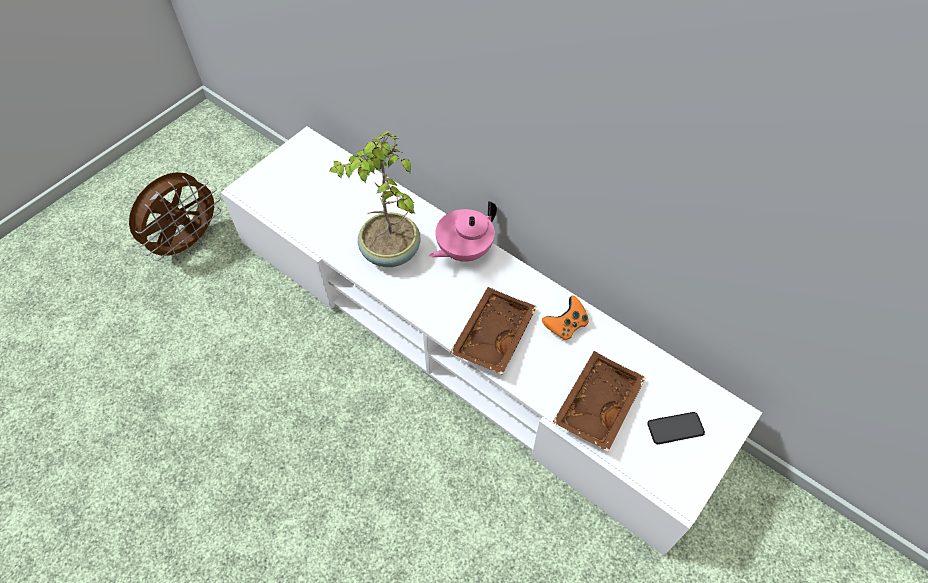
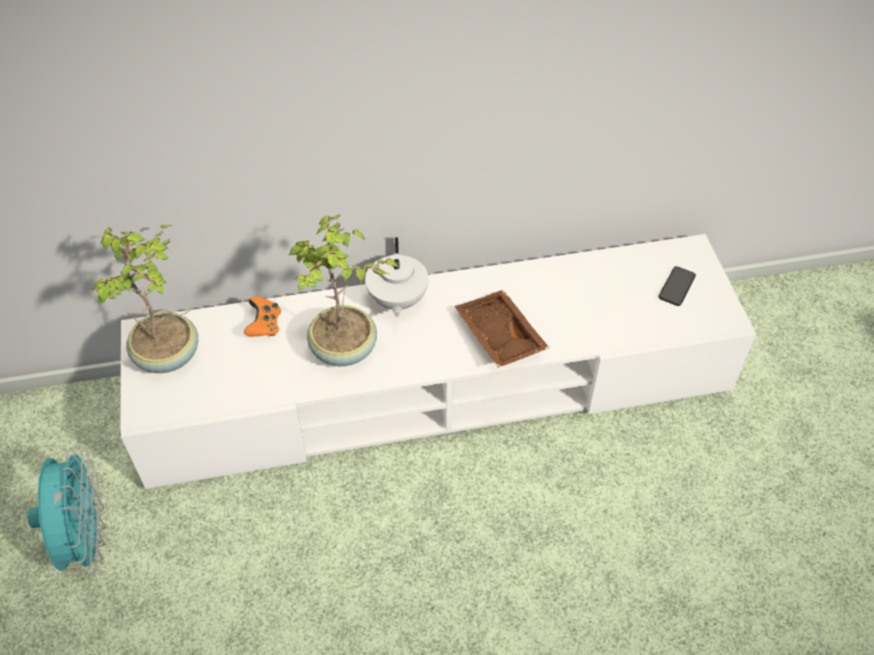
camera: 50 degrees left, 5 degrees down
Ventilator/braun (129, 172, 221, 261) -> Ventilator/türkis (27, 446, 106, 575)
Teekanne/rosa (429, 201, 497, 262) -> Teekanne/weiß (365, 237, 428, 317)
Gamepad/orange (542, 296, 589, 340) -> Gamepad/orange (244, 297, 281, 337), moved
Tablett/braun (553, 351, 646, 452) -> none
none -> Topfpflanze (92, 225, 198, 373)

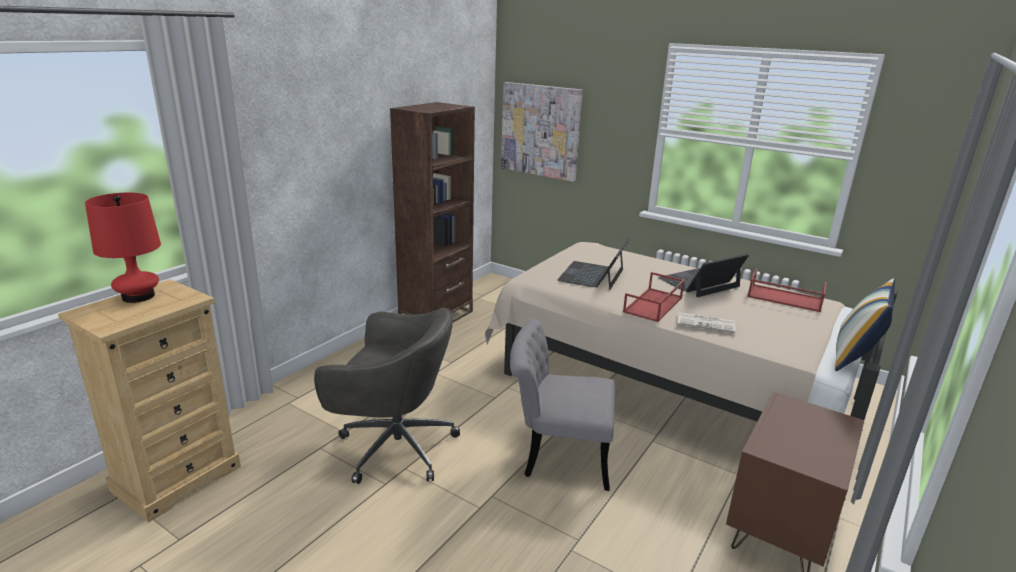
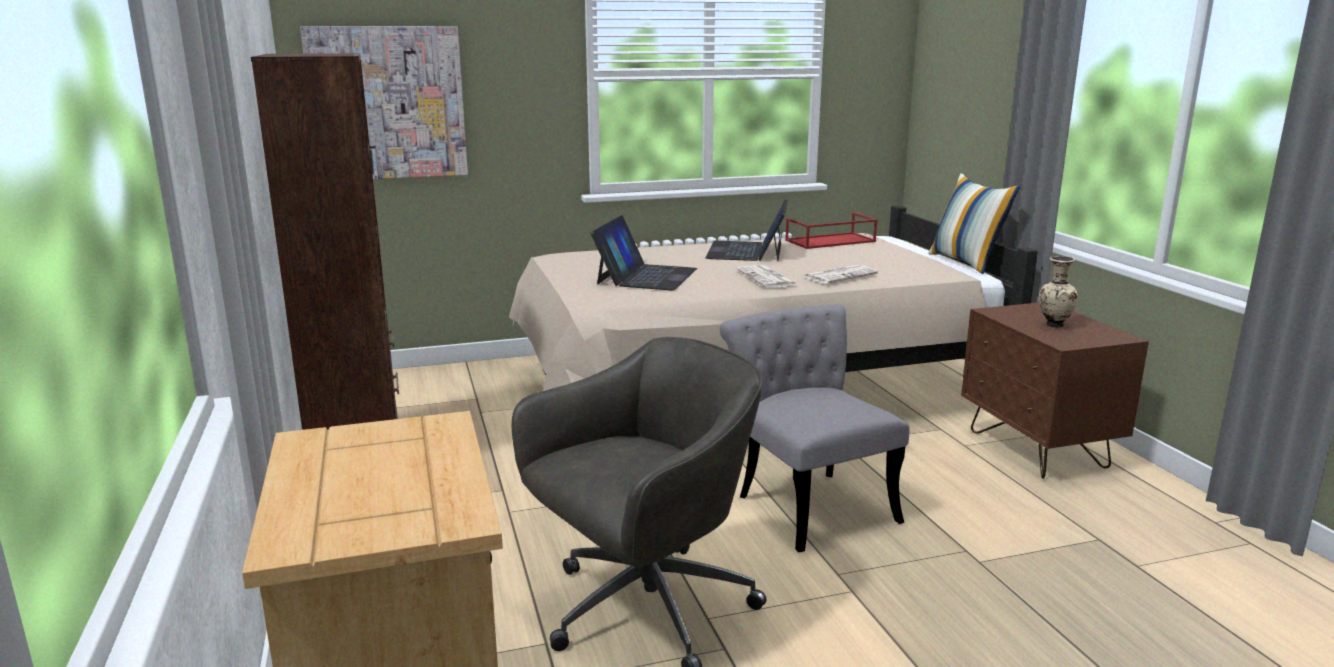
camera: 50 degrees left, 5 degrees down
Tischlampe/rot (85, 193, 161, 303) -> none
Laptop (557, 238, 630, 290) -> Laptop (591, 215, 697, 291), 135 degrees counterclockwise
Tablett/rot (623, 272, 685, 322) -> Zeitung (737, 265, 799, 288)
Stuhl/grau (510, 319, 615, 491) -> Stuhl/grau (720, 305, 910, 552), 105 degrees clockwise
none -> Vase/beige (1039, 256, 1078, 328)

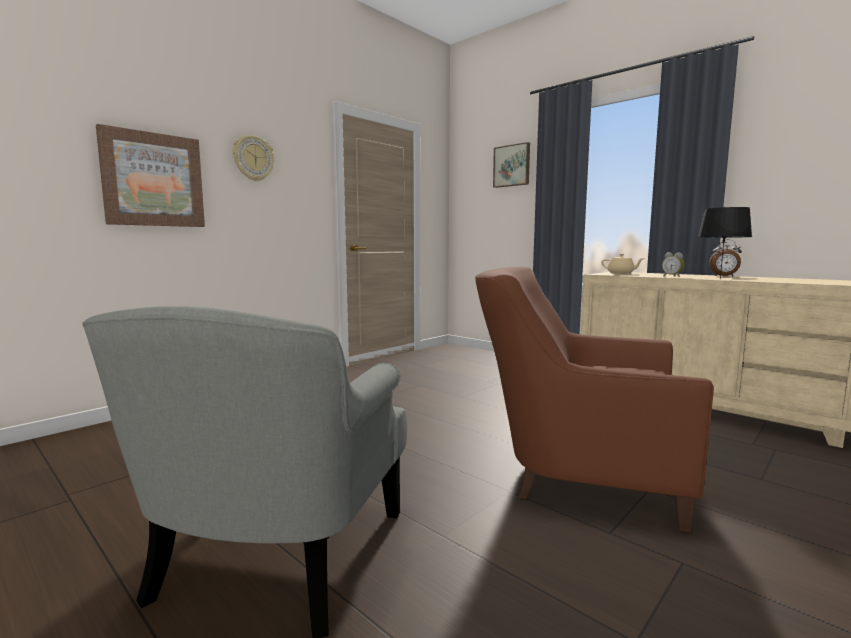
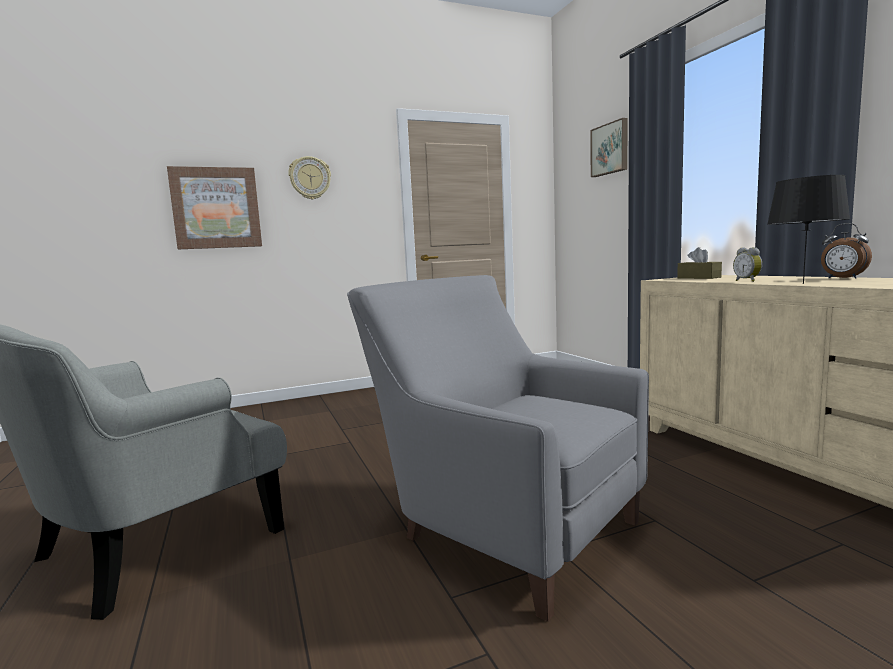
camera: 25 degrees right, 0 degrees up
Teekanne/beige (601, 254, 645, 274) -> Taschentuchbox/braun (677, 247, 722, 279)
Sessel/braun (475, 266, 714, 532) -> Sessel/grau (347, 275, 649, 622)

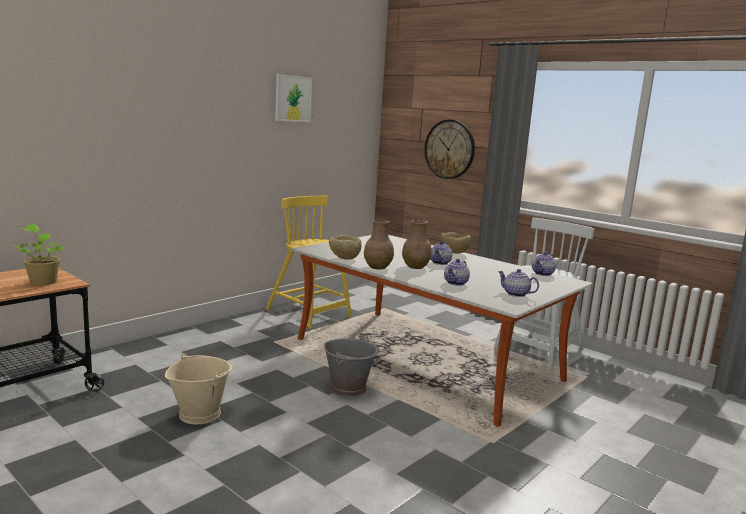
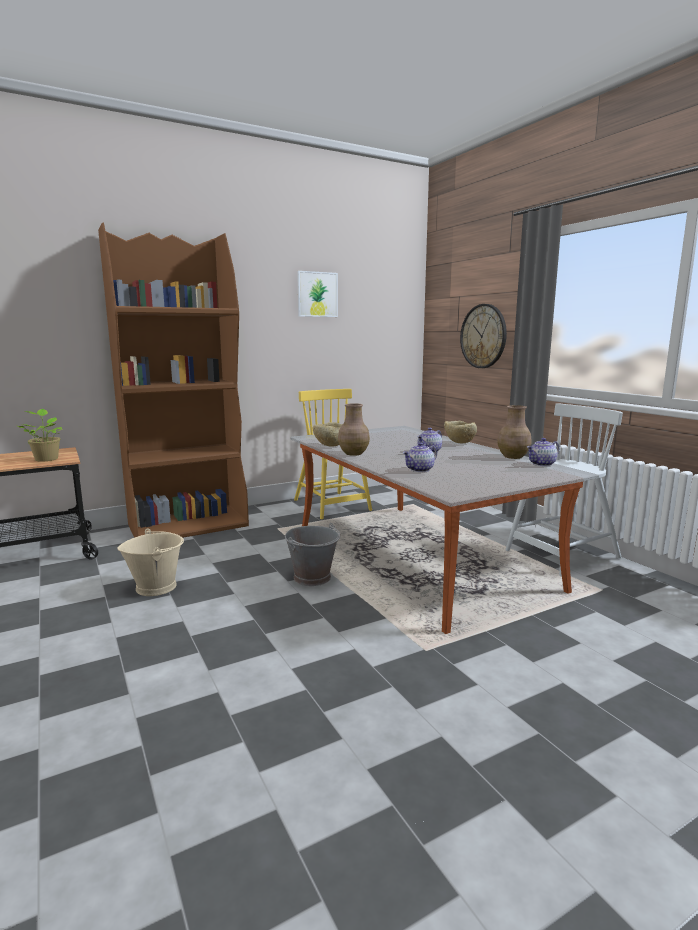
camera: 20 degrees right, 0 degrees up
Vase/braun (402, 220, 432, 269) -> Vase/braun (497, 405, 531, 459), moved
Teekanne (498, 269, 539, 297) -> none
none -> Bücherregal/braun (98, 222, 249, 538)

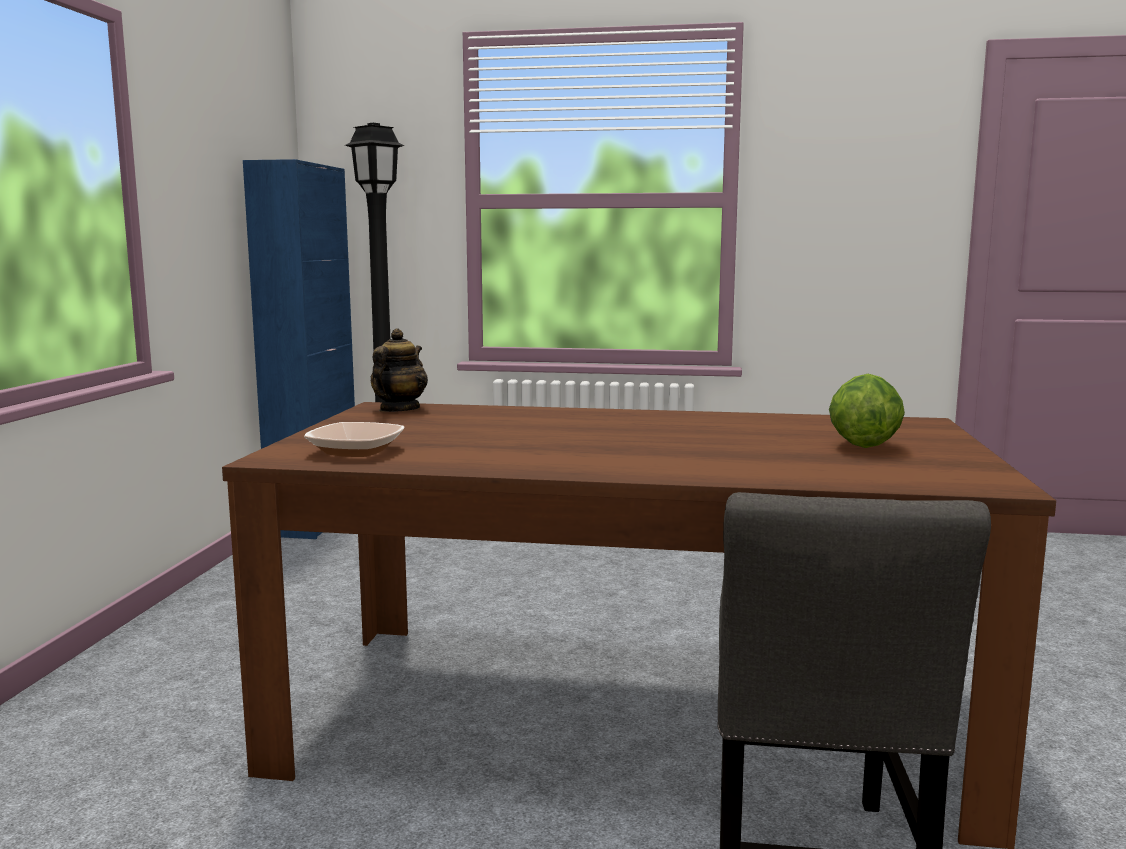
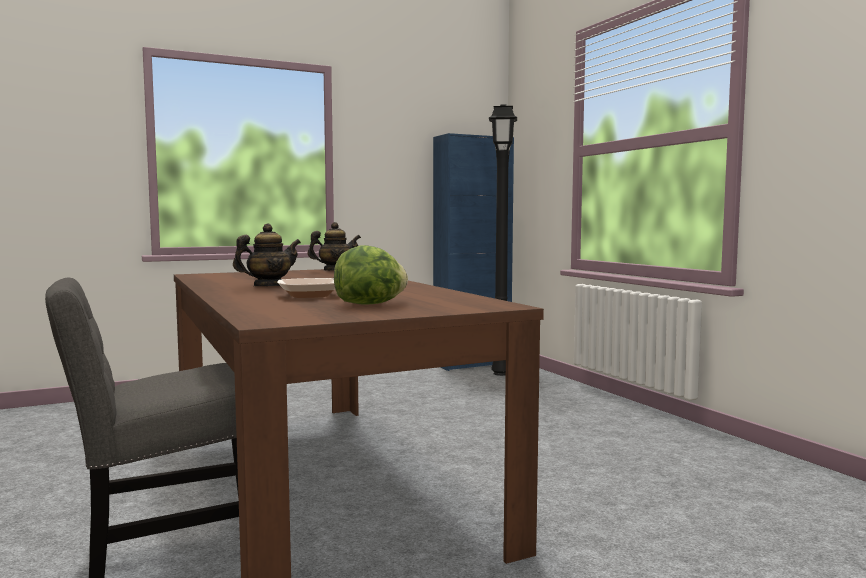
camera: 55 degrees right, 5 degrees down
Schüssel (304, 422, 404, 457) -> Schüssel (277, 278, 335, 298), moved
none -> Teekanne (233, 223, 301, 286)

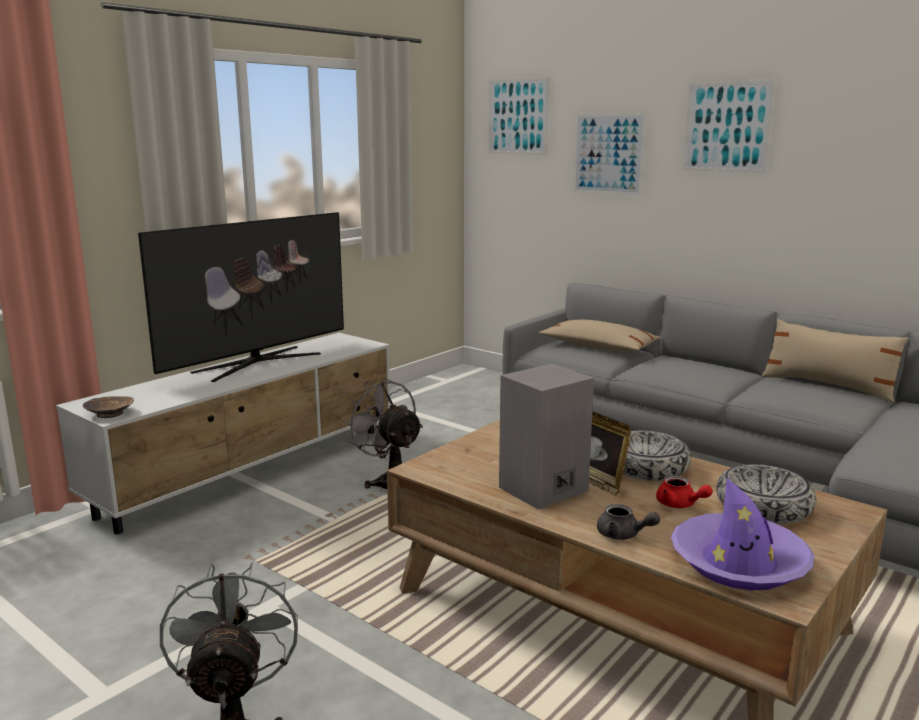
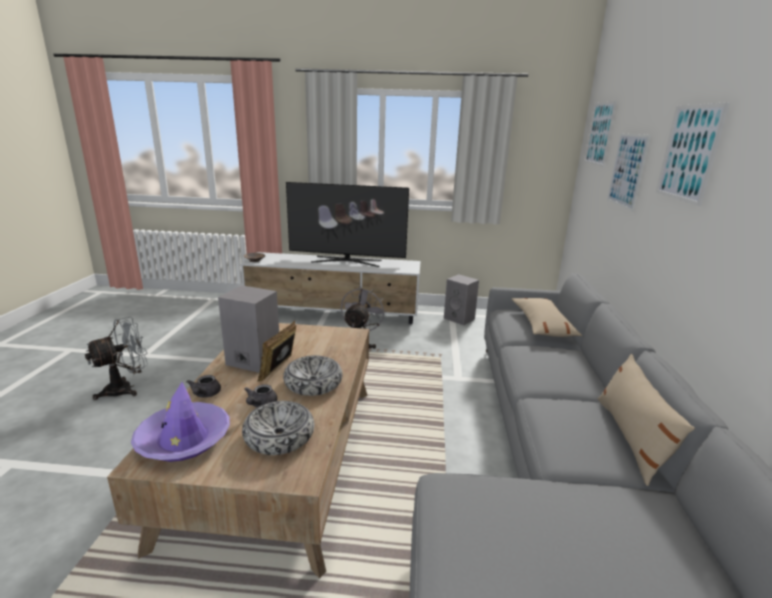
camera: 55 degrees right, 5 degrees up
Teekanne/rot (656, 476, 713, 508) -> Teekanne/grau (244, 384, 277, 407)
none -> Lautsprecher/grau (444, 274, 479, 325)

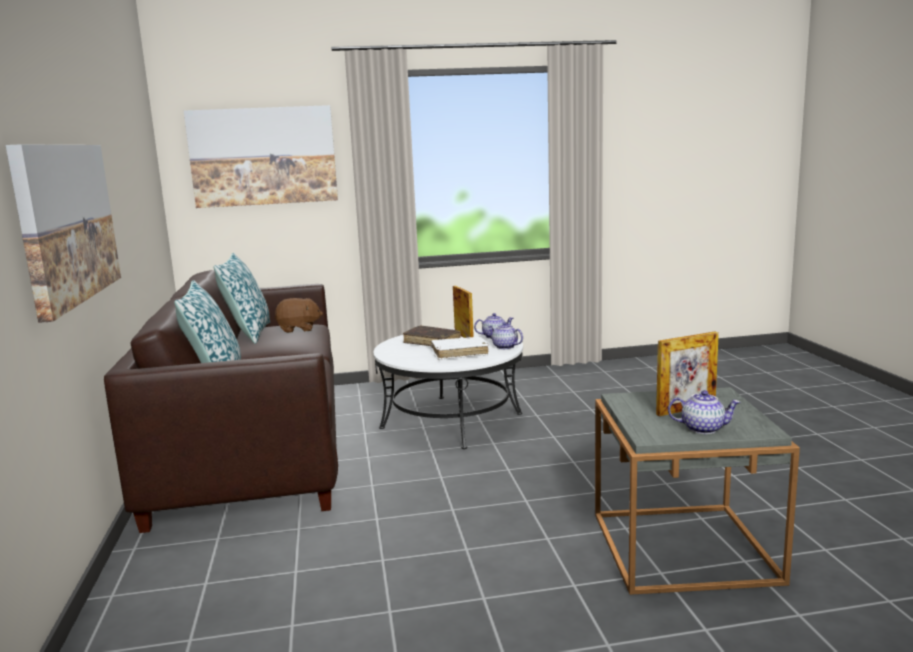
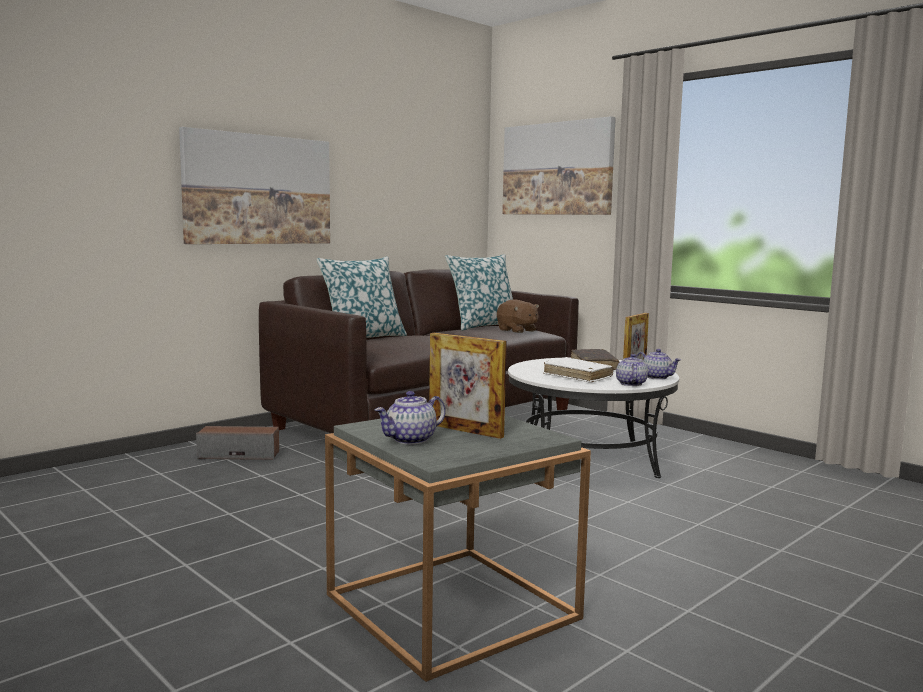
camera: 55 degrees right, 5 degrees down
Teekanne (668, 390, 741, 434) -> Teekanne (375, 391, 446, 445), 75 degrees clockwise
none -> Lautsprecher (196, 426, 279, 460)

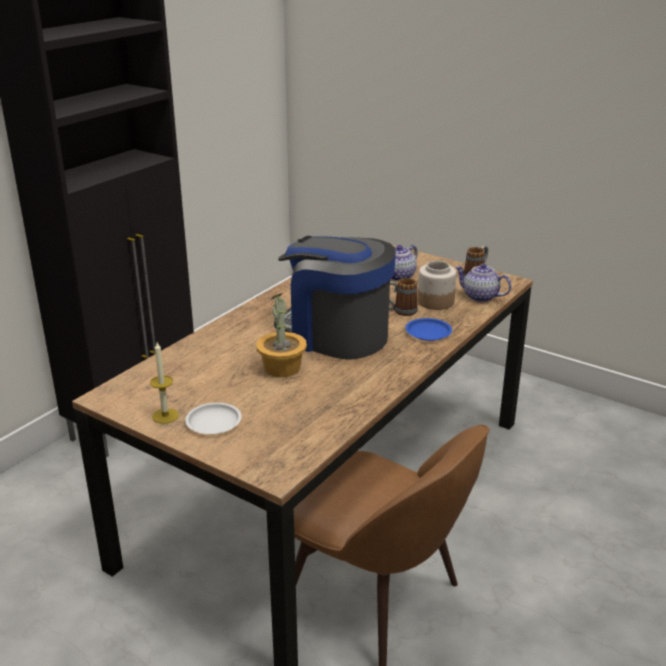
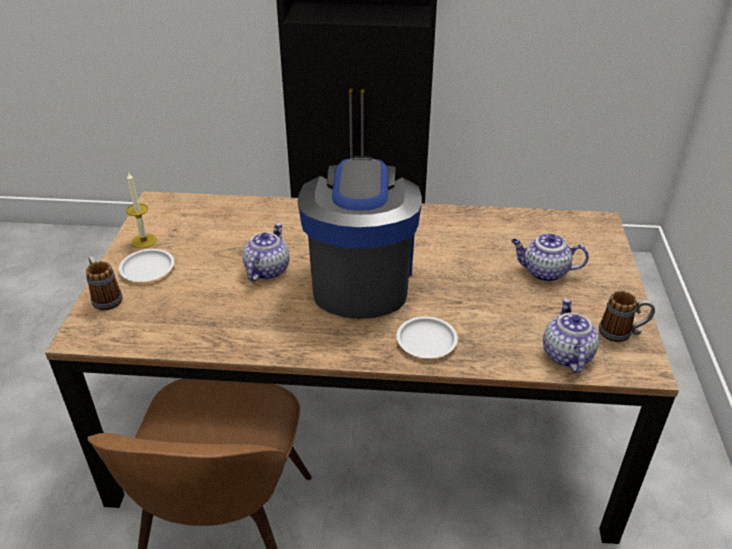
camera: 60 degrees right, 10 degrees up
Vorratsglas (418, 261, 457, 310) -> none
Henkelbecher (389, 278, 418, 316) -> Henkelbecher (86, 256, 123, 310), moved
Topfpflanze (256, 293, 307, 377) -> Teekanne (243, 223, 290, 281)
Teller/blau (406, 318, 452, 341) -> Teller/weiß (396, 316, 458, 358)

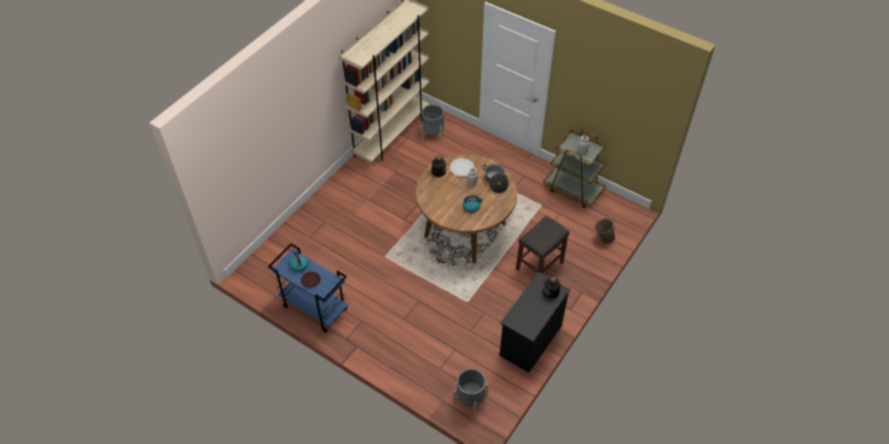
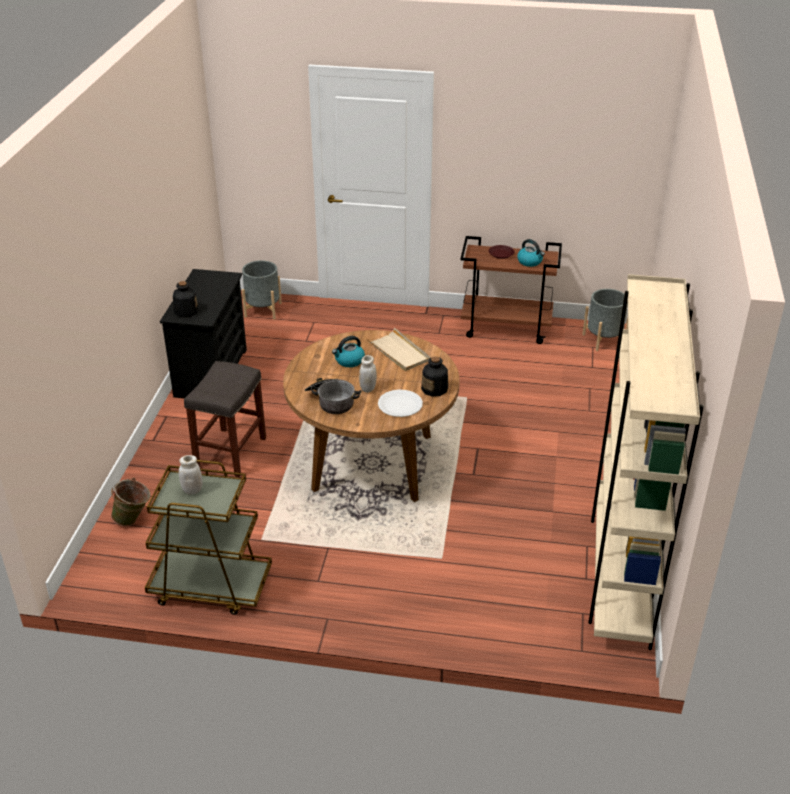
camera: 155 degrees right, 15 degrees down
Pflanzkübel/grau (421, 104, 444, 142) -> Pflanzkübel/grau (582, 289, 628, 351), moved
Rollwagen/blau (268, 243, 349, 333) -> Rollwagen/braun (460, 236, 562, 344)
none -> Tablett/beige (367, 328, 431, 371)

